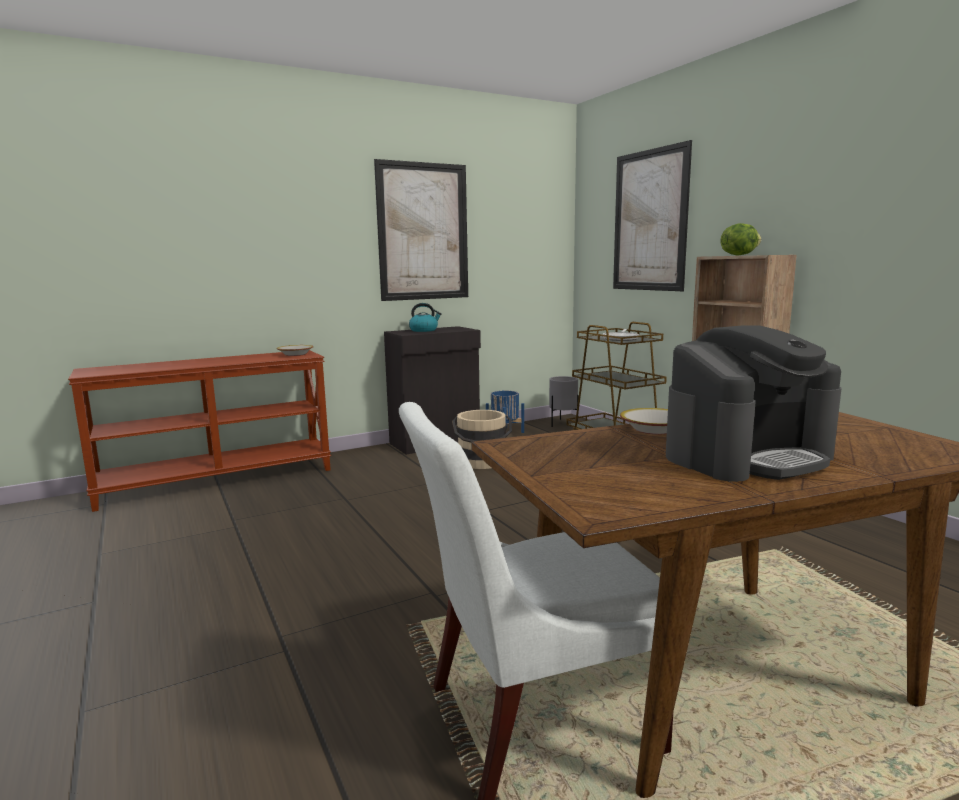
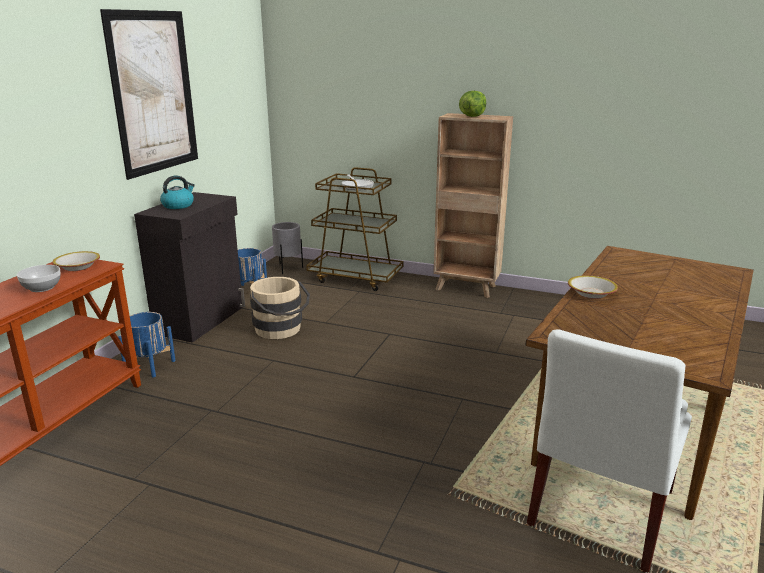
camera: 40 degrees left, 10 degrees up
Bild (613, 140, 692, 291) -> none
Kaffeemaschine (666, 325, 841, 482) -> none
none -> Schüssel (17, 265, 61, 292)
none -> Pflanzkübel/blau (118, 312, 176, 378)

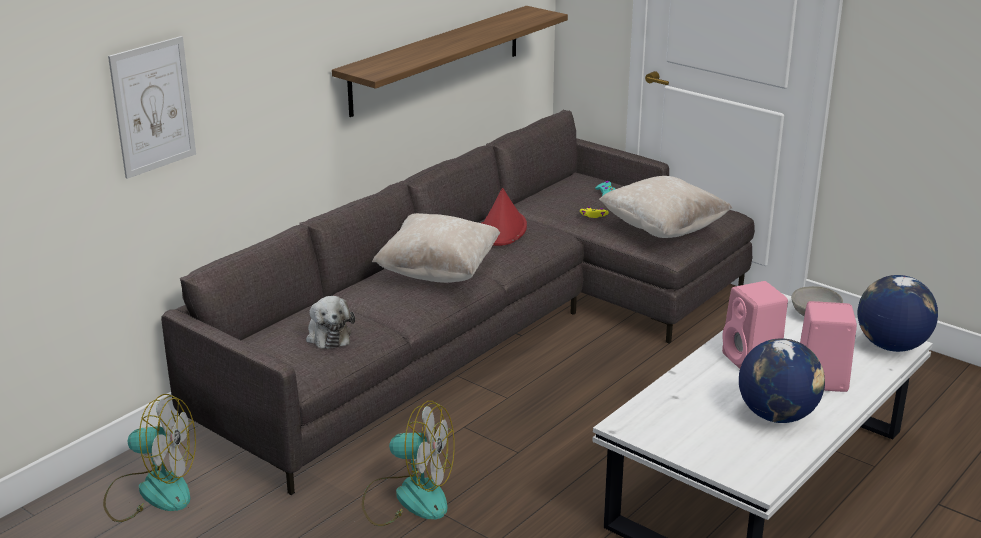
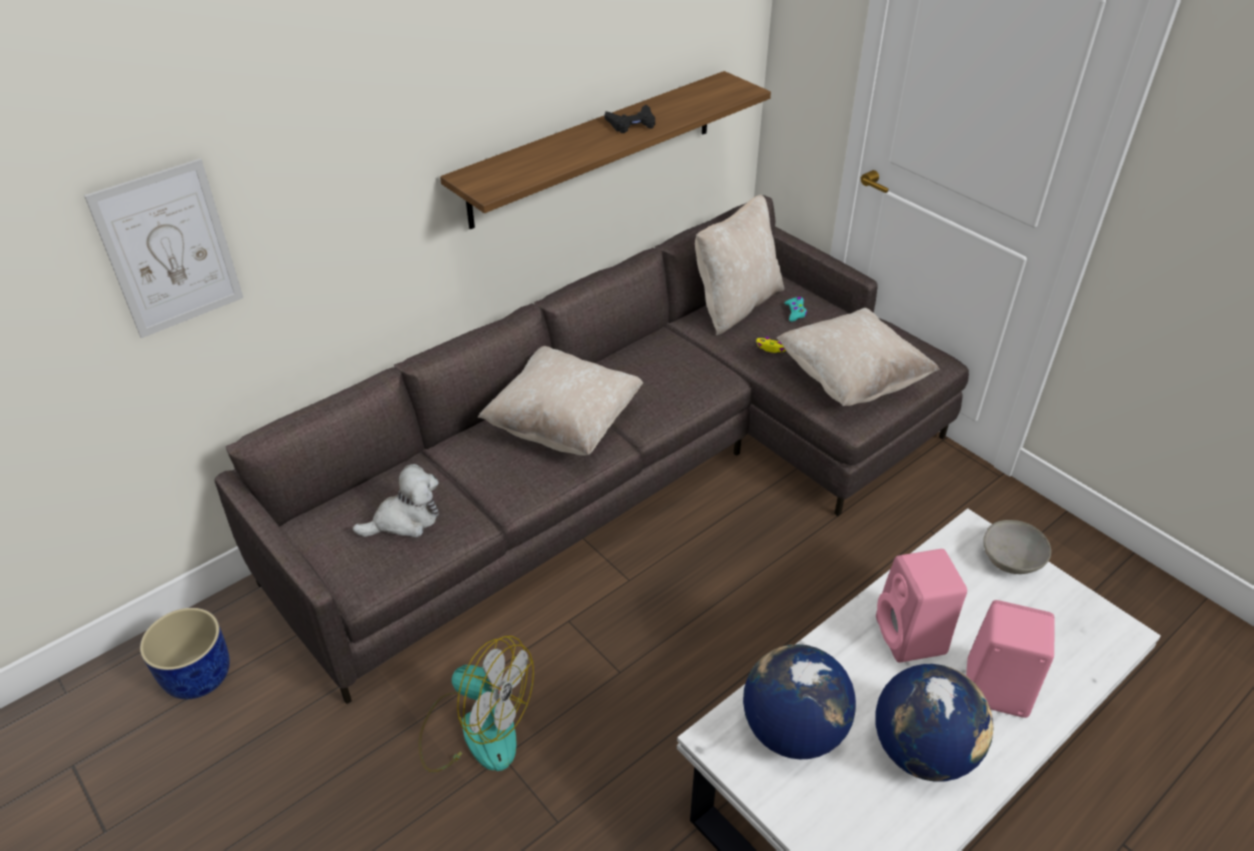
camera: 10 degrees right, 15 degrees up
Hut/rot (482, 188, 527, 246) -> none
Globus (858, 275, 938, 352) -> Globus (743, 644, 856, 759), moved
Plüschtier (306, 296, 355, 349) -> Plüschtier (353, 464, 439, 537), 105 degrees counterclockwise
Ventilator (103, 394, 196, 522) -> Pflanzkübel/blau (140, 608, 230, 699)
none -> Gamepad/schwarz (605, 105, 655, 133)
none -> Kissen/beige (695, 194, 784, 335)

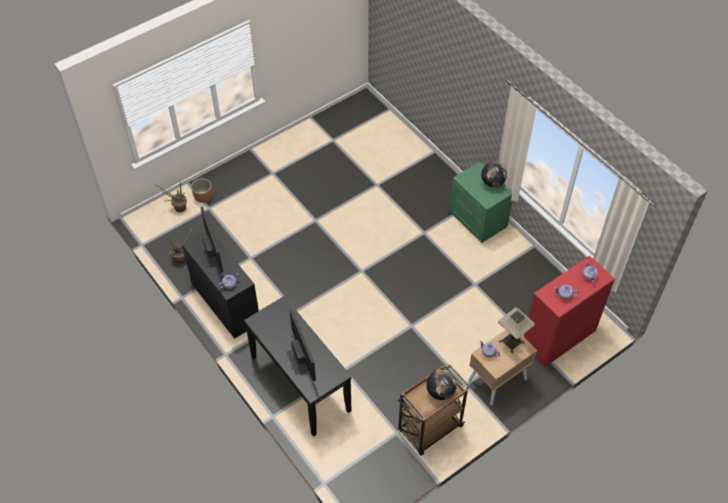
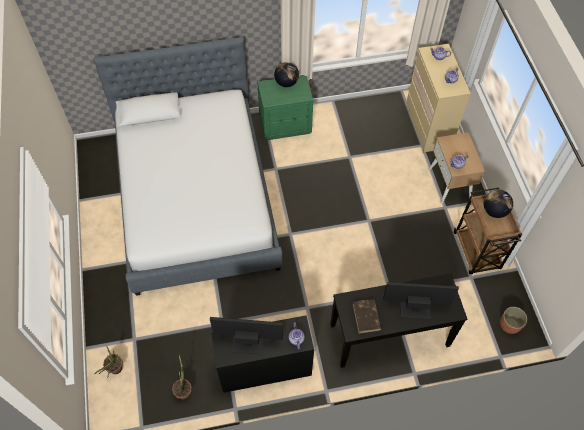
camera: 65 degrees left, 5 degrees up
Pflanzkübel (191, 178, 212, 203) -> Pflanzkübel (500, 307, 527, 334), moved
Kommode/rot (523, 256, 615, 367) -> Kommode/beige (406, 44, 471, 152)
Tischlampe (498, 308, 535, 353) -> none
none -> Bett (93, 37, 283, 296)
none -> Buch/braun (353, 299, 382, 334)

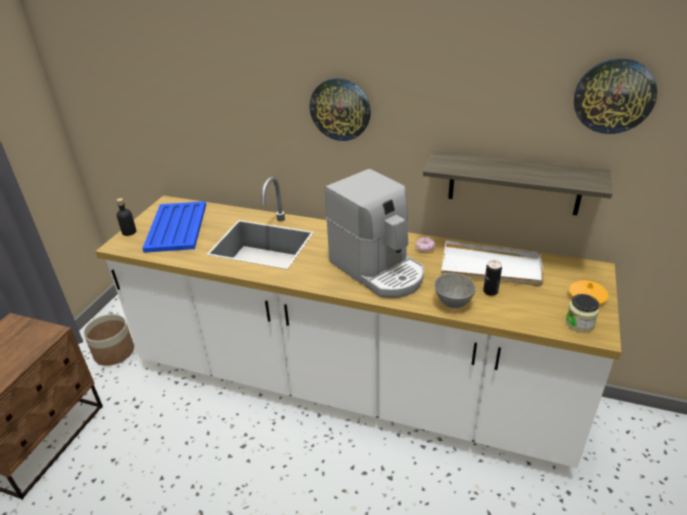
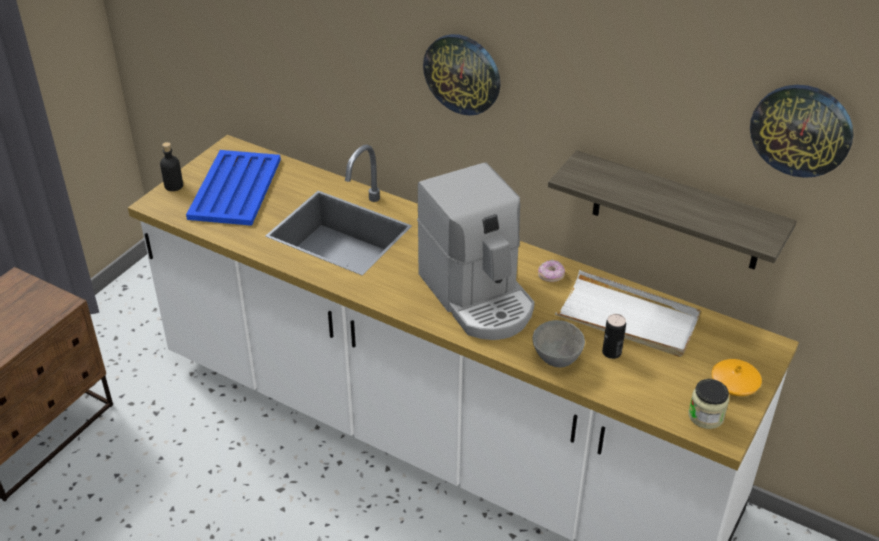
camera: 10 degrees right, 5 degrees up
Pflanzkübel (83, 314, 134, 366) -> none

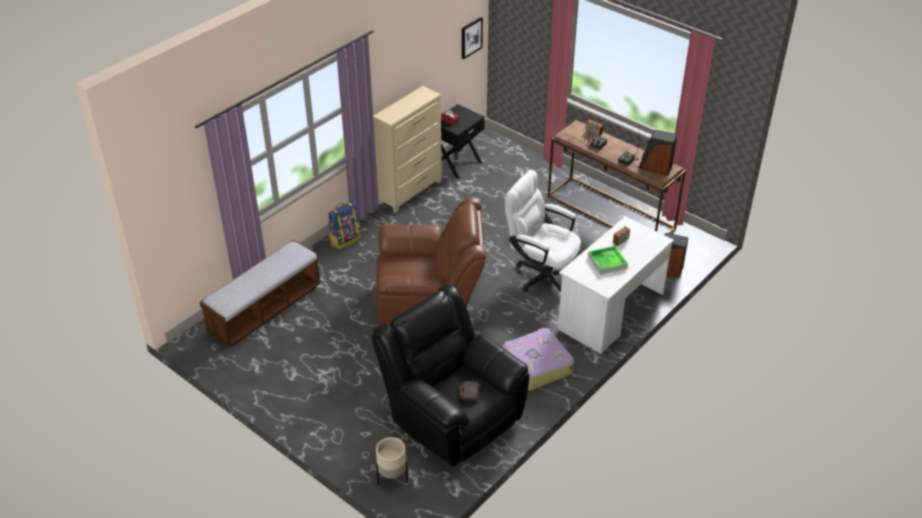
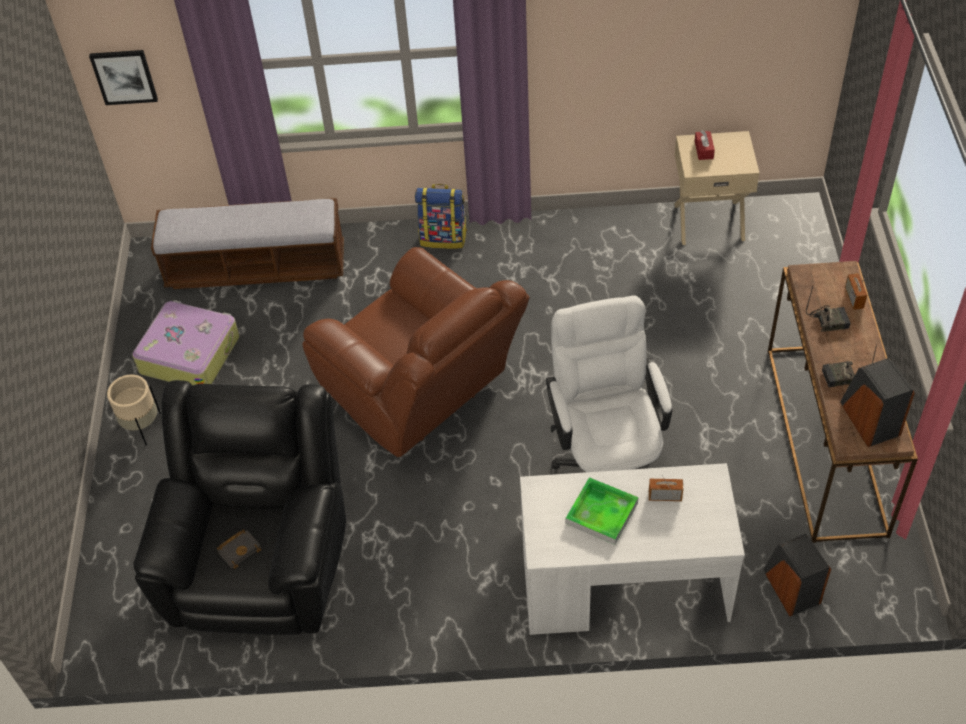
camera: 50 degrees right, 10 degrees up
Bild (462, 17, 483, 59) -> Bild (89, 50, 158, 105), moved
Kommode/beige (373, 86, 442, 213) -> none
Nachttisch/schwarz (441, 104, 485, 179) -> Nachttisch/beige (674, 131, 760, 245)
Koffer (503, 328, 574, 391) -> Koffer (132, 300, 239, 386), moved
Pflanzkübel/beige (376, 437, 408, 485) -> Pflanzkübel/beige (107, 375, 161, 445), moved

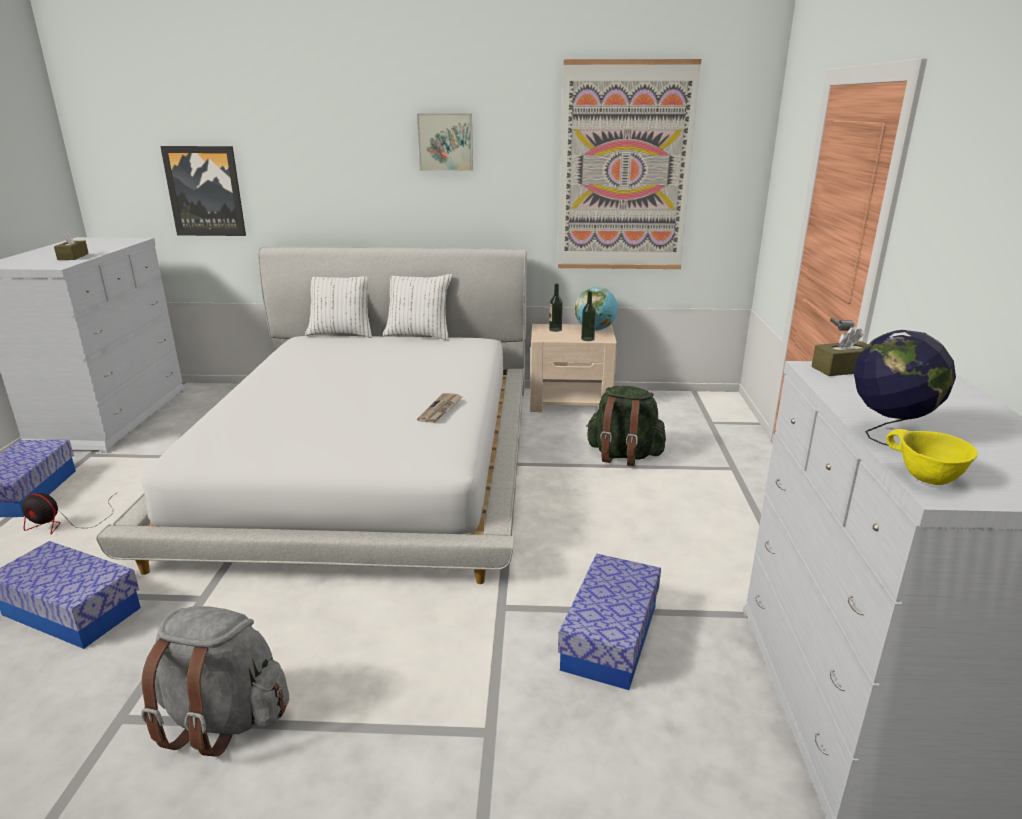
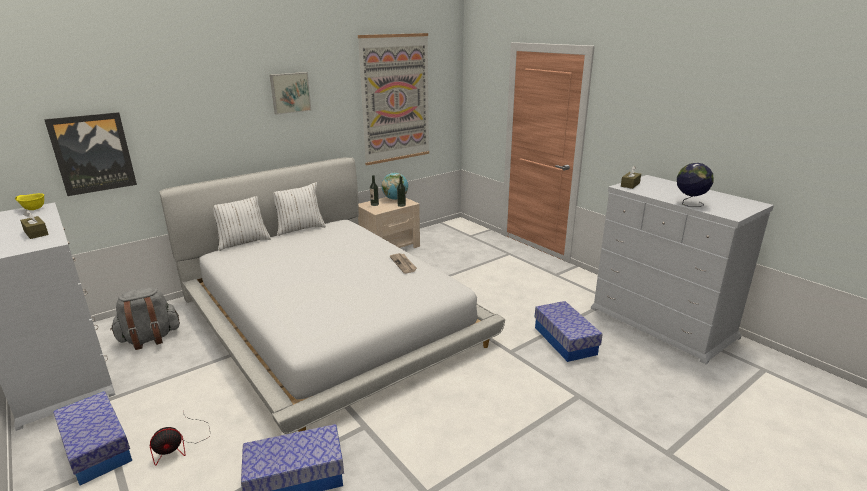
camera: 40 degrees left, 0 degrees up
Rucksack/grün (586, 386, 666, 466) -> none
Schüssel/gelb (886, 429, 978, 485) -> Schüssel/gelb (15, 193, 44, 210), moved
Rucksack/grau (141, 606, 289, 757) -> Rucksack/grau (110, 287, 180, 350), moved

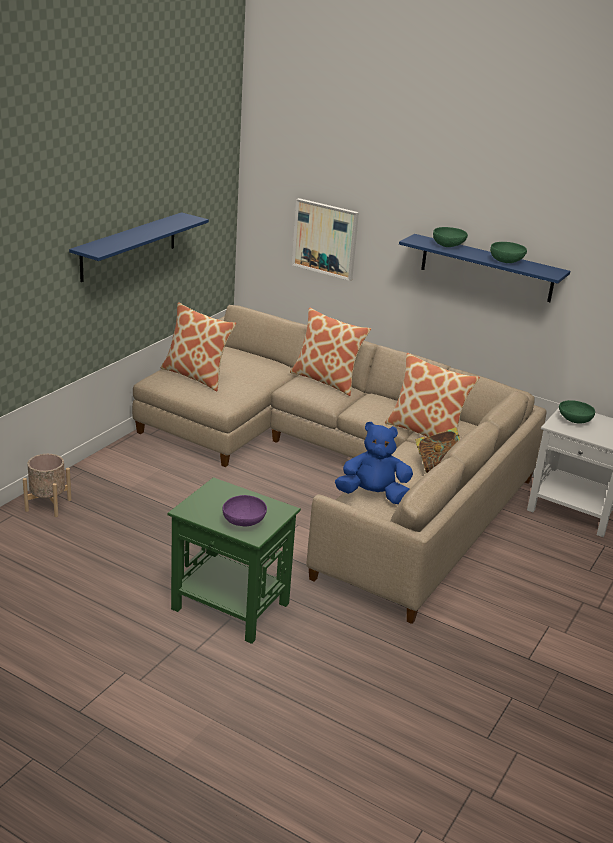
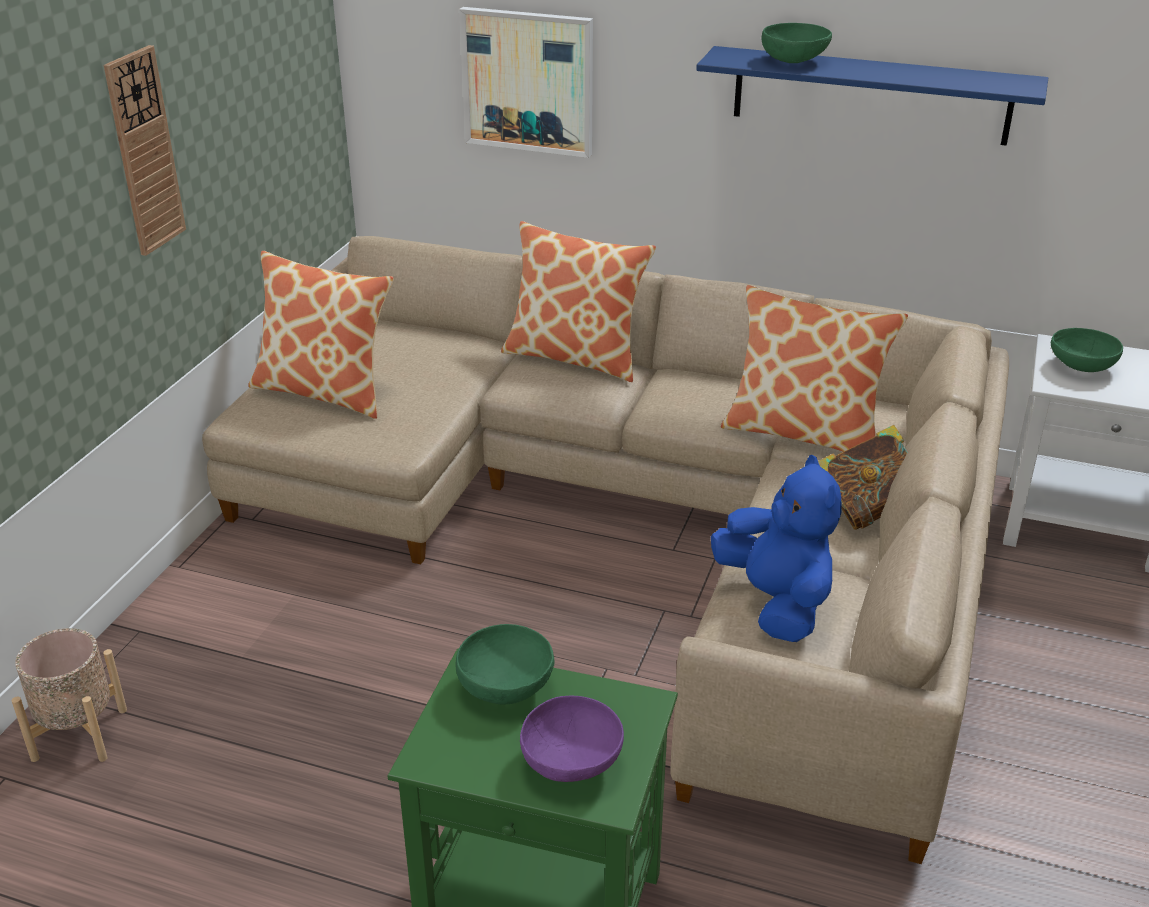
camera: 10 degrees left, 5 degrees up
Wandregal/blau (69, 212, 209, 282) -> Wanduhr (104, 45, 186, 256)
Schüssel/grün (490, 242, 527, 263) -> Schüssel/grün (455, 624, 555, 704), moved
Plüschtier/blau (335, 422, 413, 504) -> Plüschtier/blau (711, 455, 841, 642), 75 degrees clockwise

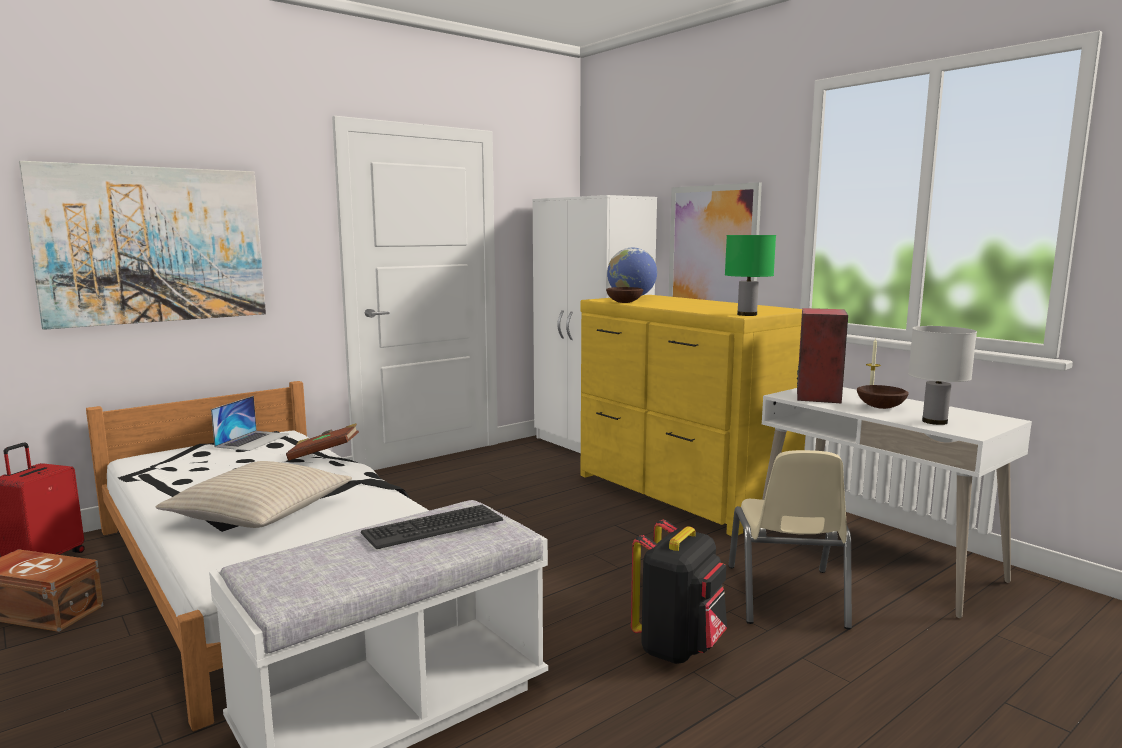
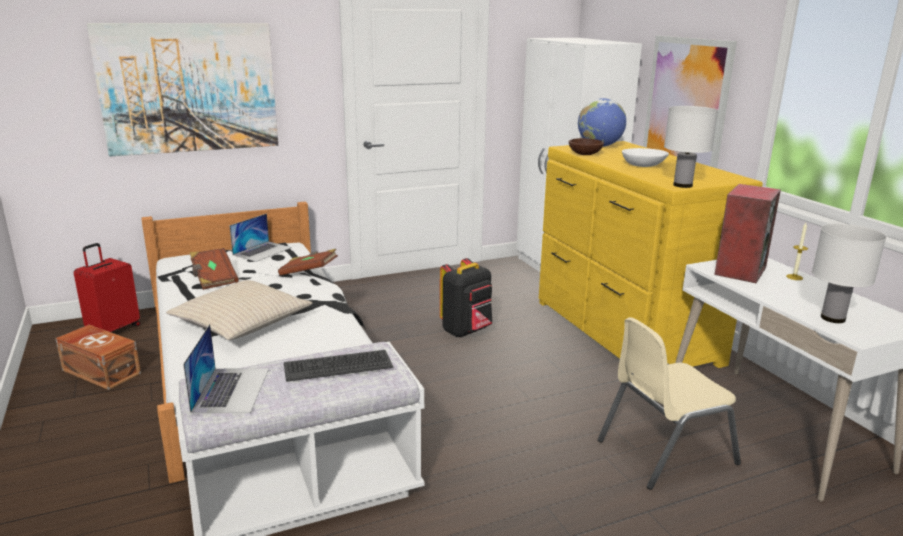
camera: 15 degrees right, 10 degrees up
Tischlampe/grün (725, 235, 776, 316) -> Tischlampe/weiß (664, 106, 718, 188)
Schüssel/braun (857, 385, 909, 409) -> none
Stuhl/beige (728, 450, 852, 630) -> Stuhl/beige (598, 317, 741, 490), 45 degrees clockwise
Rucksack/schwarz (631, 519, 727, 664) -> Rucksack/schwarz (440, 258, 492, 338), moved
none -> Schüssel/weiß (622, 148, 669, 167)
none -> Buch/braun (190, 248, 239, 290)
none -> Laptop (183, 324, 269, 414)

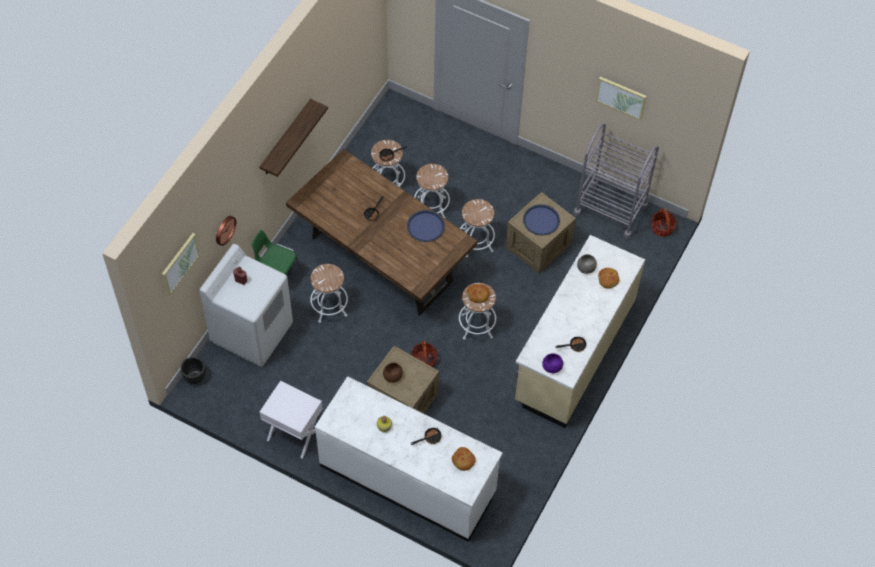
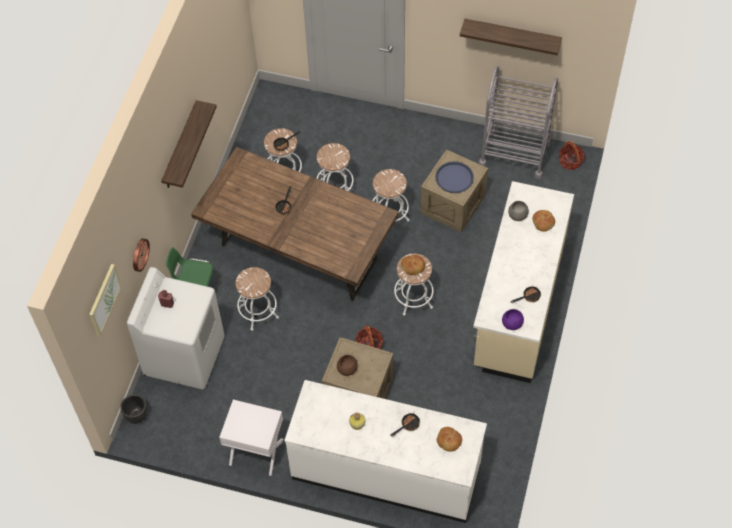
camera: 10 degrees left, 0 degrees up
Bild (595, 77, 647, 120) -> Wandregal (460, 19, 562, 55)
Tablett/blau (407, 210, 445, 242) -> none

